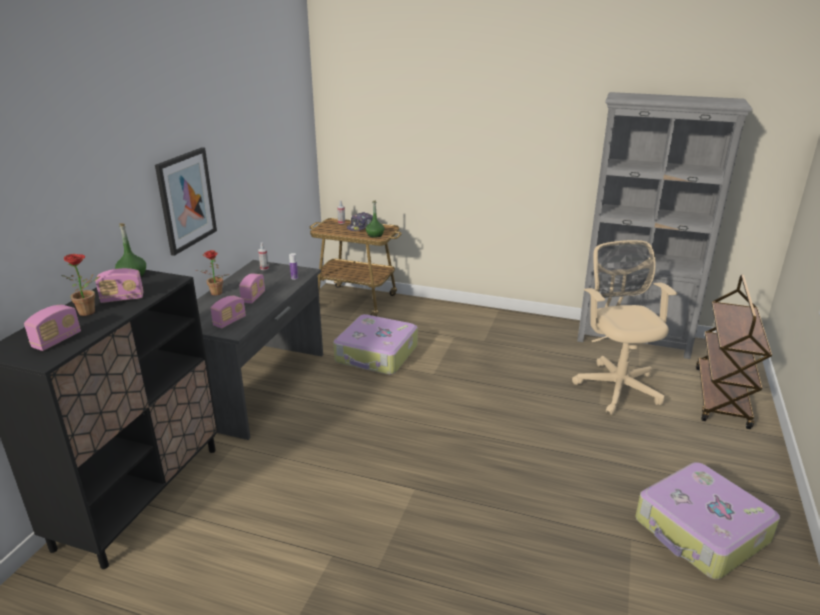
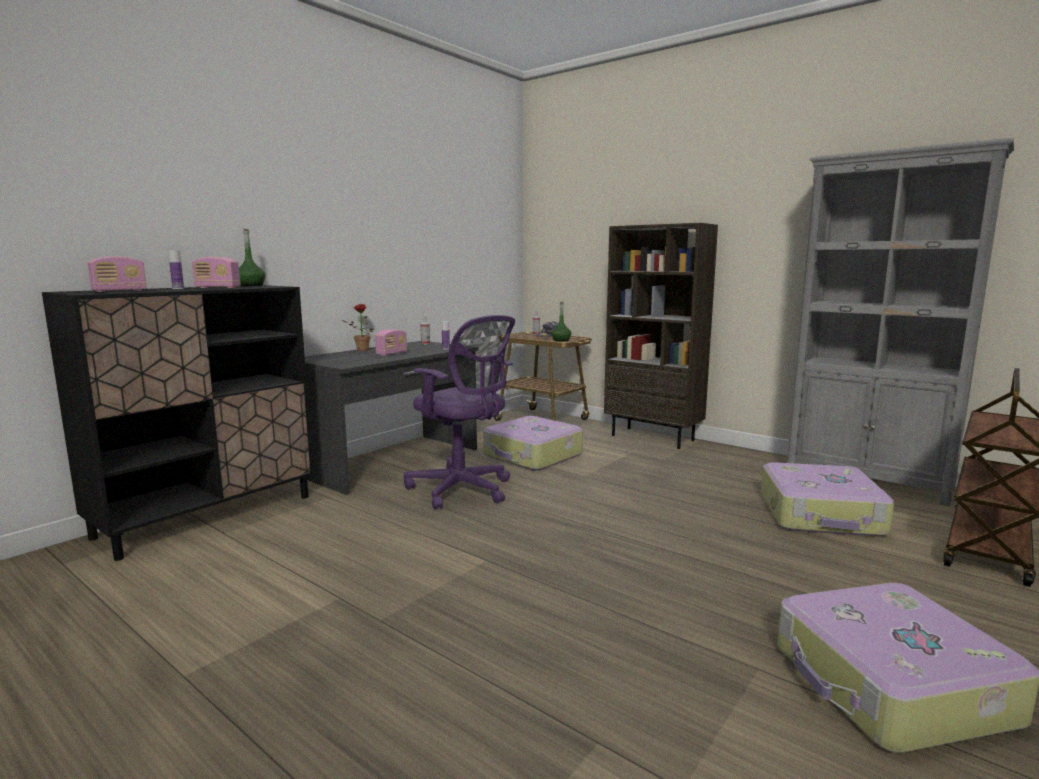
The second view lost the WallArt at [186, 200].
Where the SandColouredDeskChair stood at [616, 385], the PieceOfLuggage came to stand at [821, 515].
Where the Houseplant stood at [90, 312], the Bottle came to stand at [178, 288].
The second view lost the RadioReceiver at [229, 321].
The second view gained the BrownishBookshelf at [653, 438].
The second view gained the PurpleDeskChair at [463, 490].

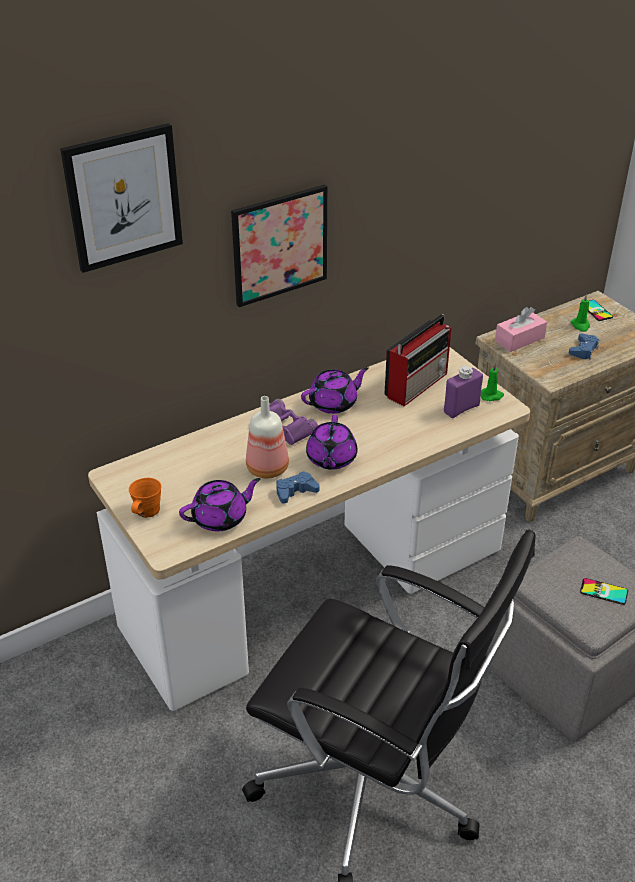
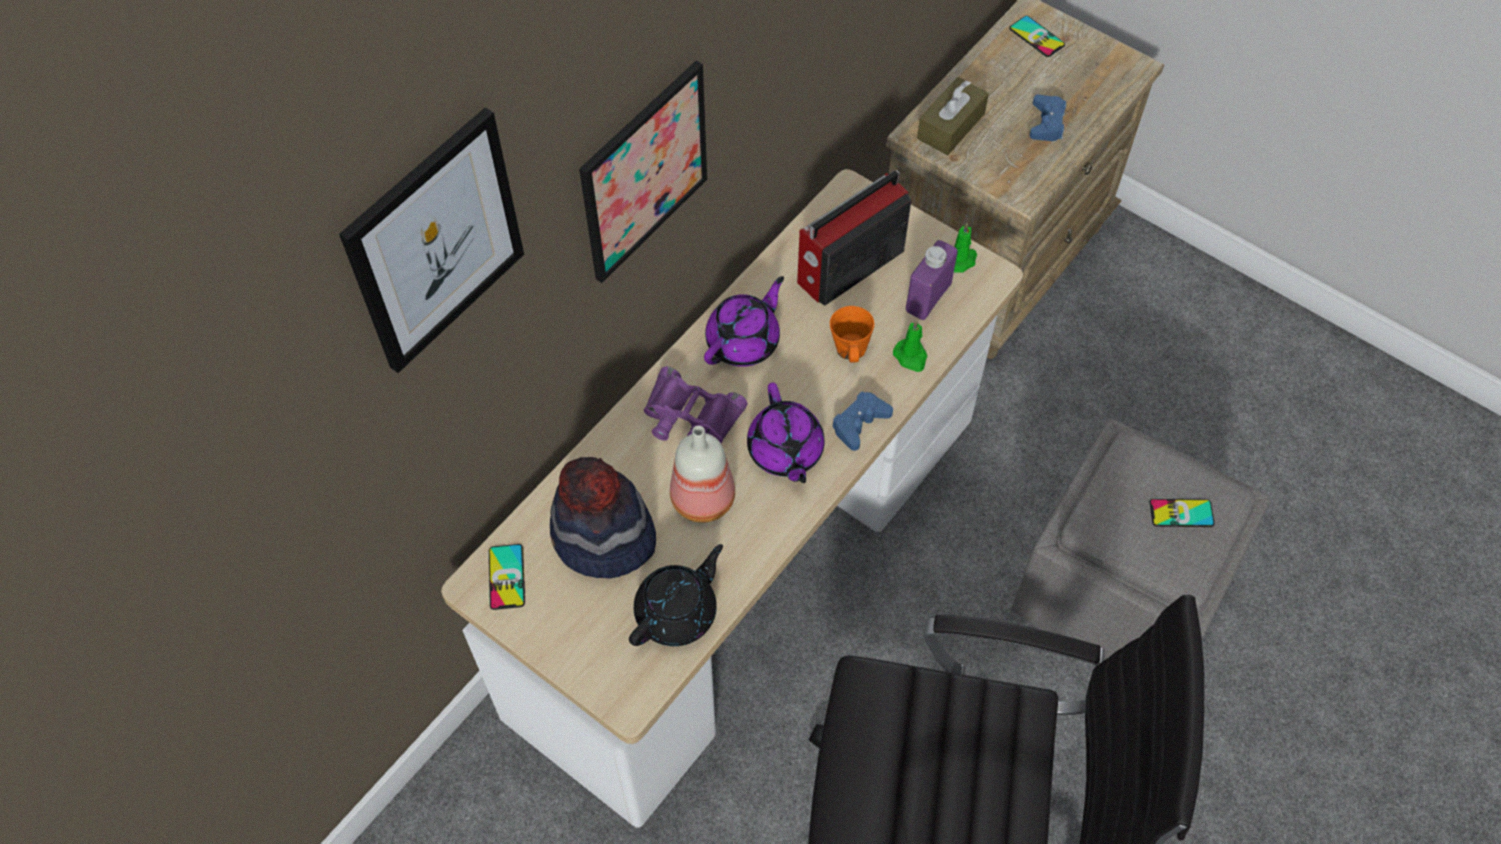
The GreenWaxLight ended up elsewhere, having gone from [580, 325] to [911, 357].
What was the PinkishBoxOfTissues at [519, 339] turned into the BrownishBoxOfTissues at [951, 126].
The RadioReceiver at [417, 384] ended up facing another way, 150 degrees counterclockwise from before.
The BluishGameController ended up elsewhere, having gone from [295, 491] to [859, 423].
The OrangeColouredCoffeeMug ended up elsewhere, having gone from [147, 511] to [850, 350].
What was the PurplePotForTea at [221, 518] turned into the BlackishPotForTea at [678, 612].
The second view gained the ClothingHat at [603, 538].
The second view gained the Phone at [506, 577].

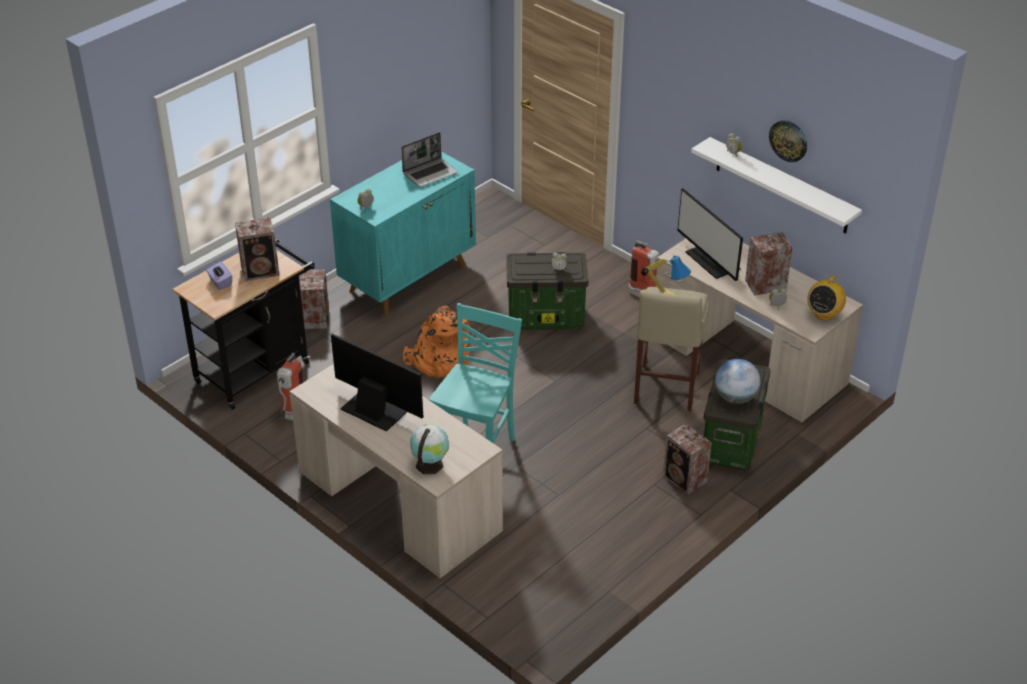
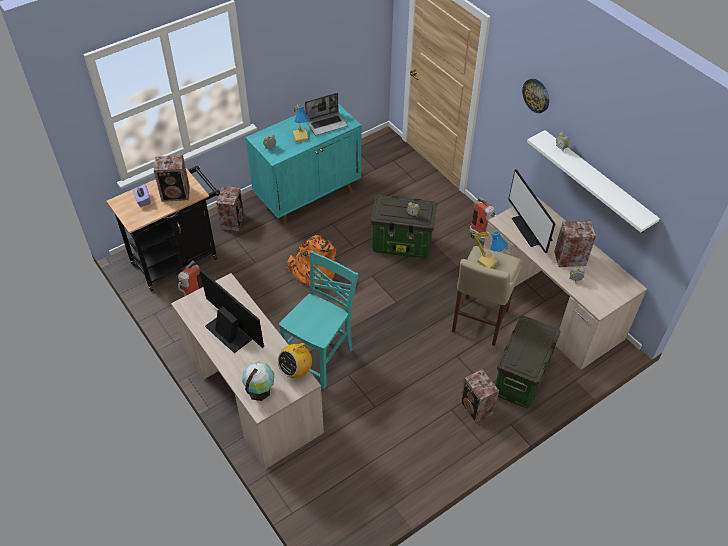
The HangingClock ended up elsewhere, having gone from [788, 140] to [536, 95].
The RadioReceiver ended up elsewhere, having gone from [824, 314] to [296, 370].
The second view lost the Globe at [735, 398].
The second view gained the LampForATable at [301, 137].

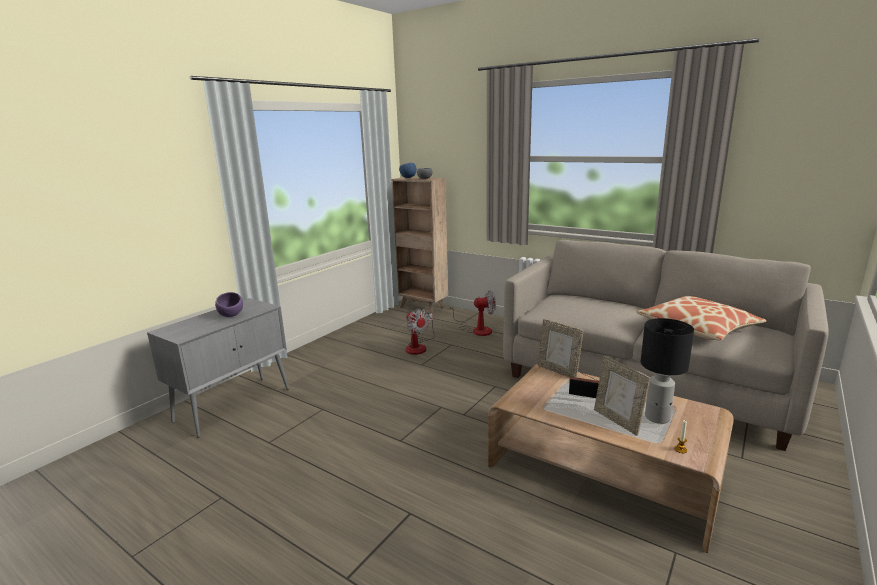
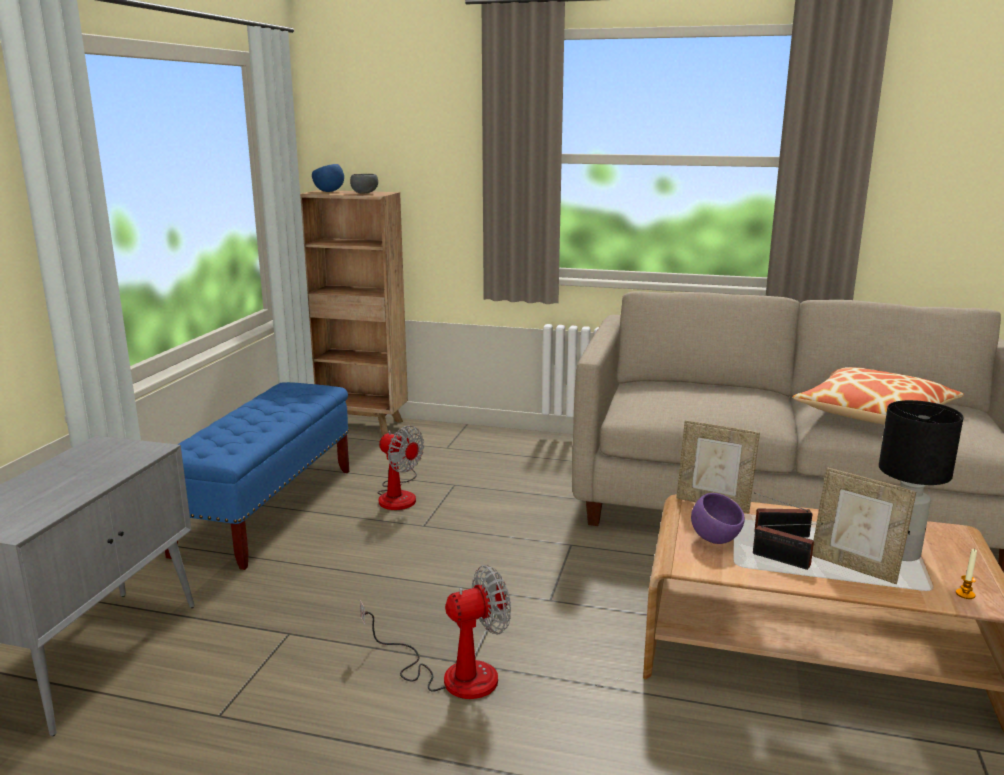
The Fan ended up elsewhere, having gone from [476, 330] to [452, 674].
The PurpleServingBowl ended up elsewhere, having gone from [231, 315] to [715, 539].
The second view gained the BluishBench at [267, 511].
The second view gained the RadioReceiver at [784, 561].

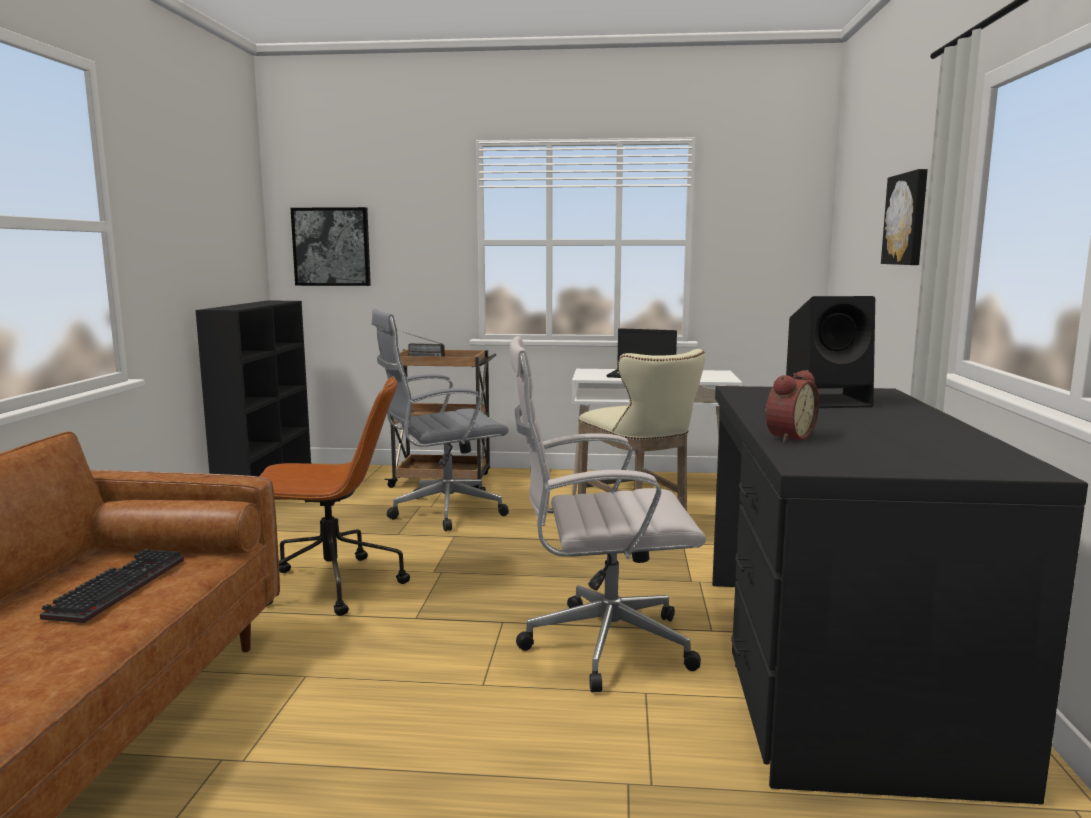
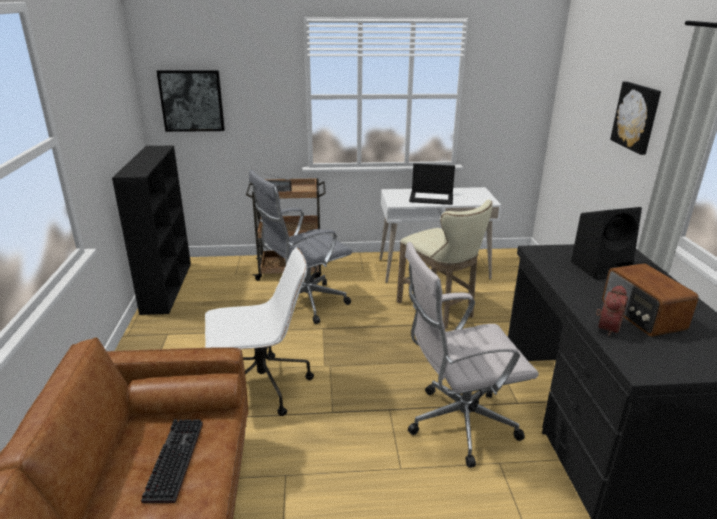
What was the BrownishDeskChair at [329, 586] turned into the WhiteColouredDeskChair at [261, 387].
The second view gained the RadioReceiver at [642, 315].

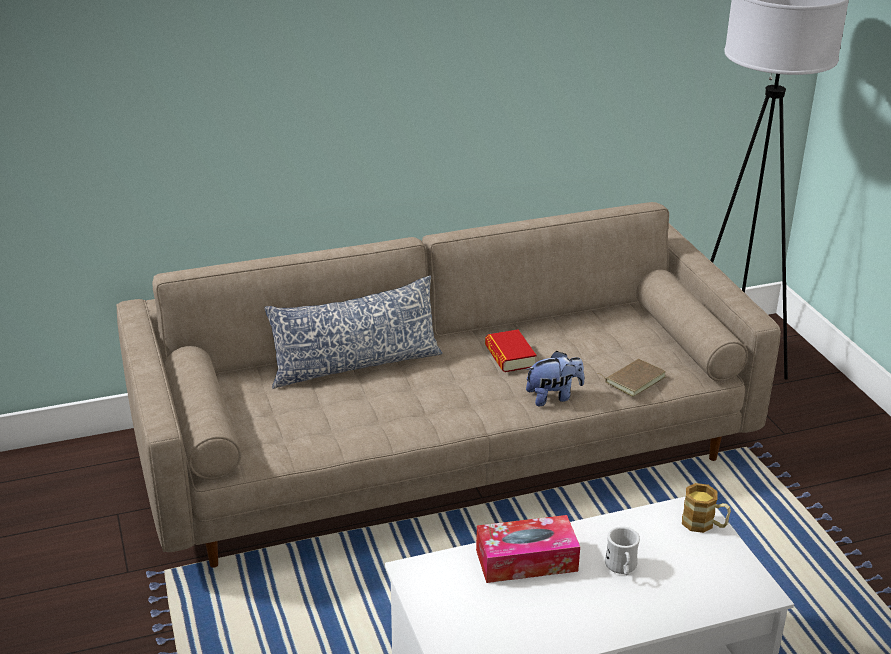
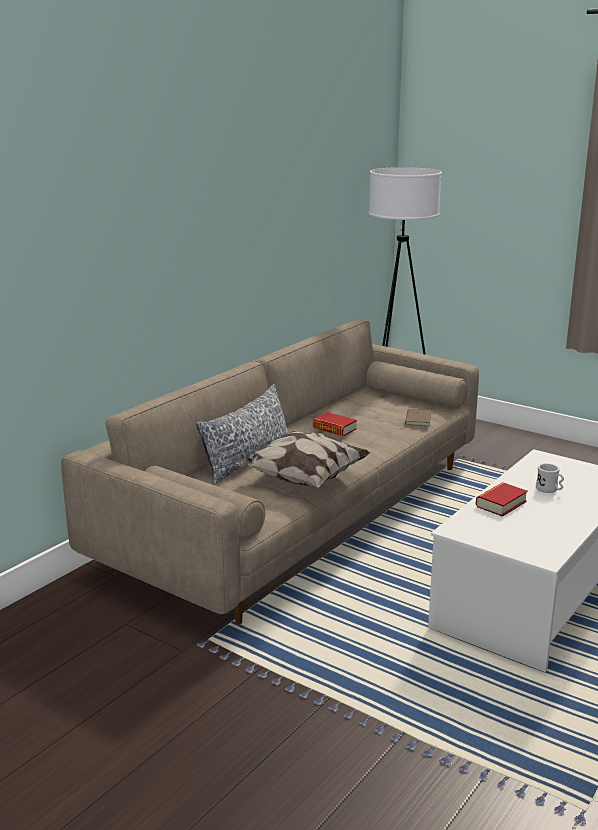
The second view lost the CuddlyToy at [553, 397].
The second view lost the CoffeeMug at [704, 524].
Where the BoxOfTissues stood at [526, 560], the Volume came to stand at [501, 504].
The second view gained the ThrowPillow at [301, 480].

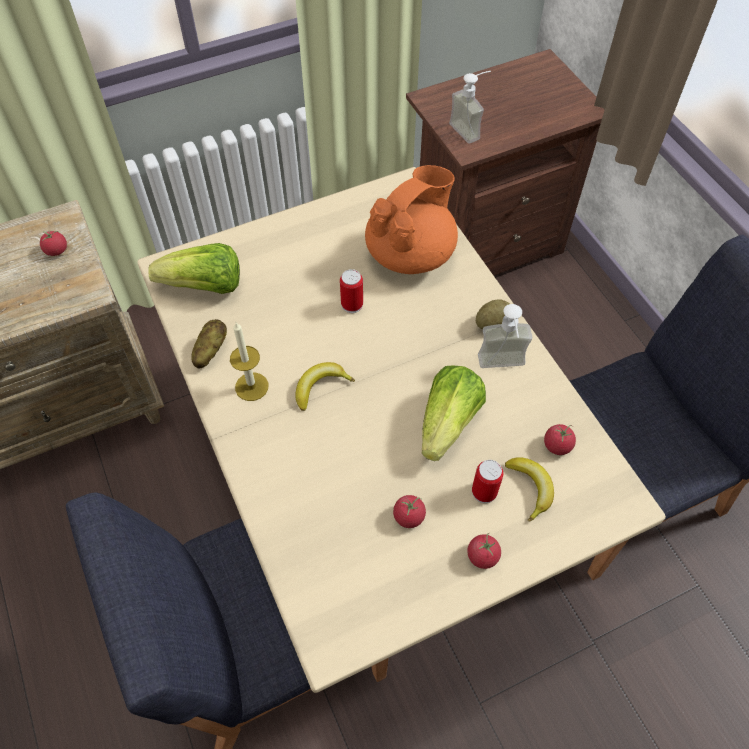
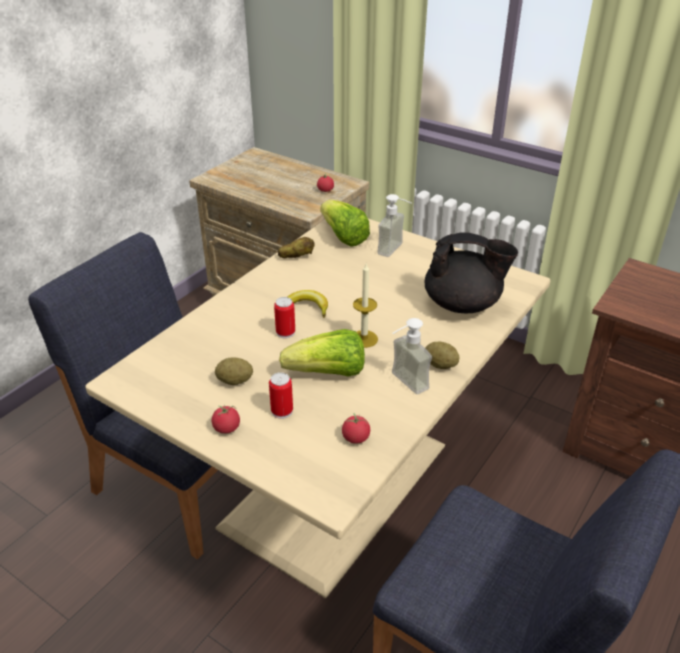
The SoapBottle ended up elsewhere, having gone from [470, 129] to [396, 250].
What was the OrangeColouredPotForTea at [411, 253] turned into the BlackishPotForTea at [463, 304].
The MetalCan ended up elsewhere, having gone from [352, 304] to [285, 332].
The WaxLight ended up elsewhere, having gone from [251, 386] to [364, 339].
The second view lost the Banana at [530, 488].
Where the WholeTomato stood at [409, 516], the Spud came to stand at [235, 381].

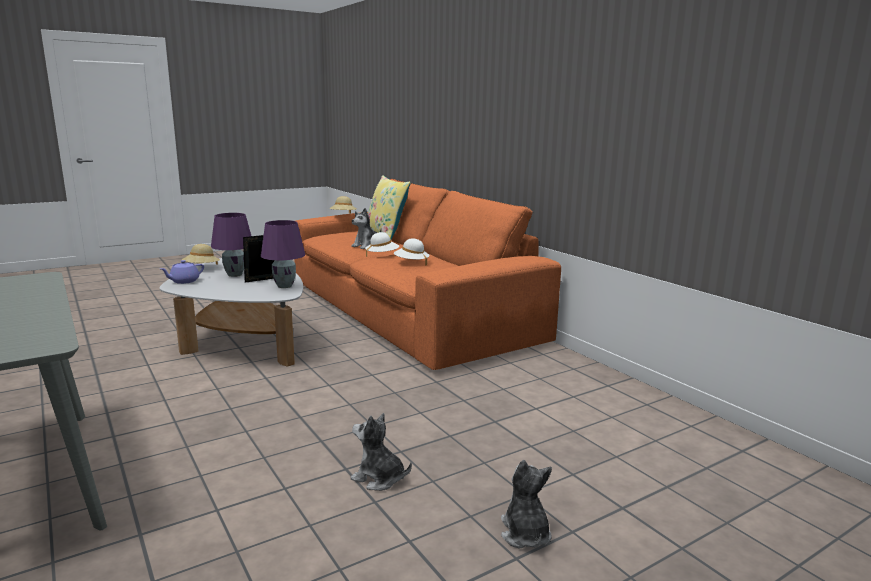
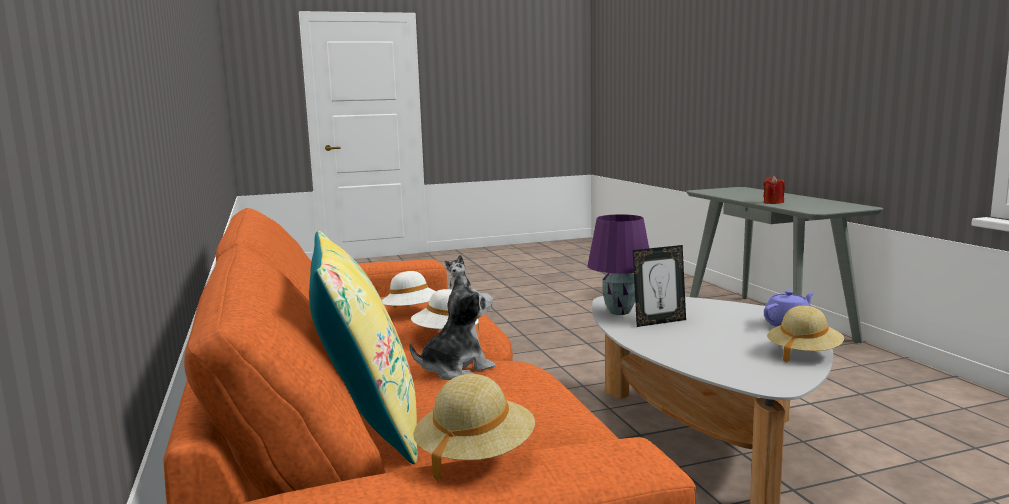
The second view lost the PurpleLampForATable at [235, 275].
The second view lost the CuddlyToy at [379, 478].
The second view gained the ReddishWaxLight at [773, 202].

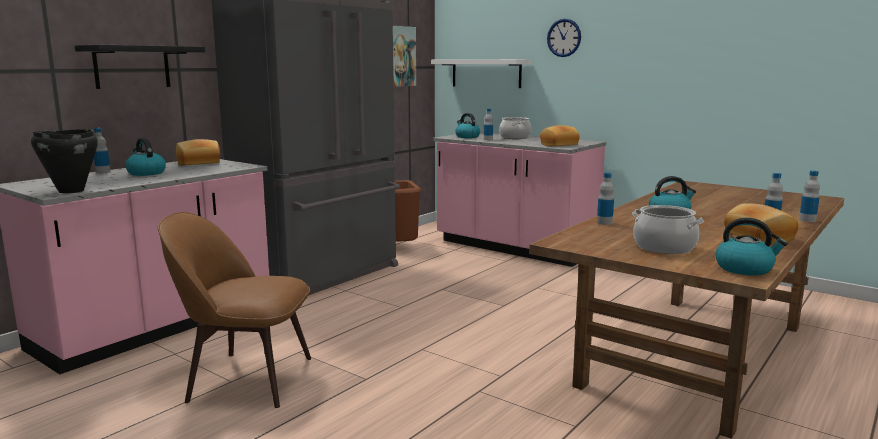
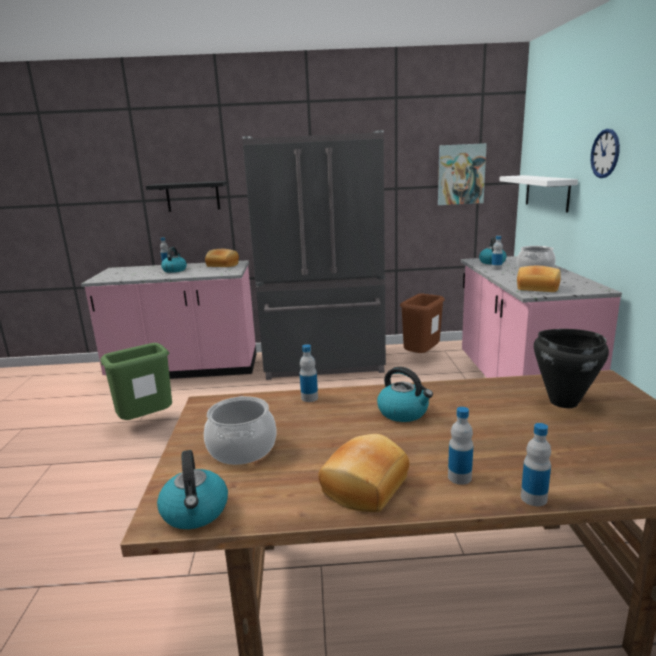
The BlackishCookingPot ended up elsewhere, having gone from [70, 191] to [563, 402].
Where the BrownishUprightChair stood at [246, 378], the GreenWasteBin came to stand at [147, 422].

